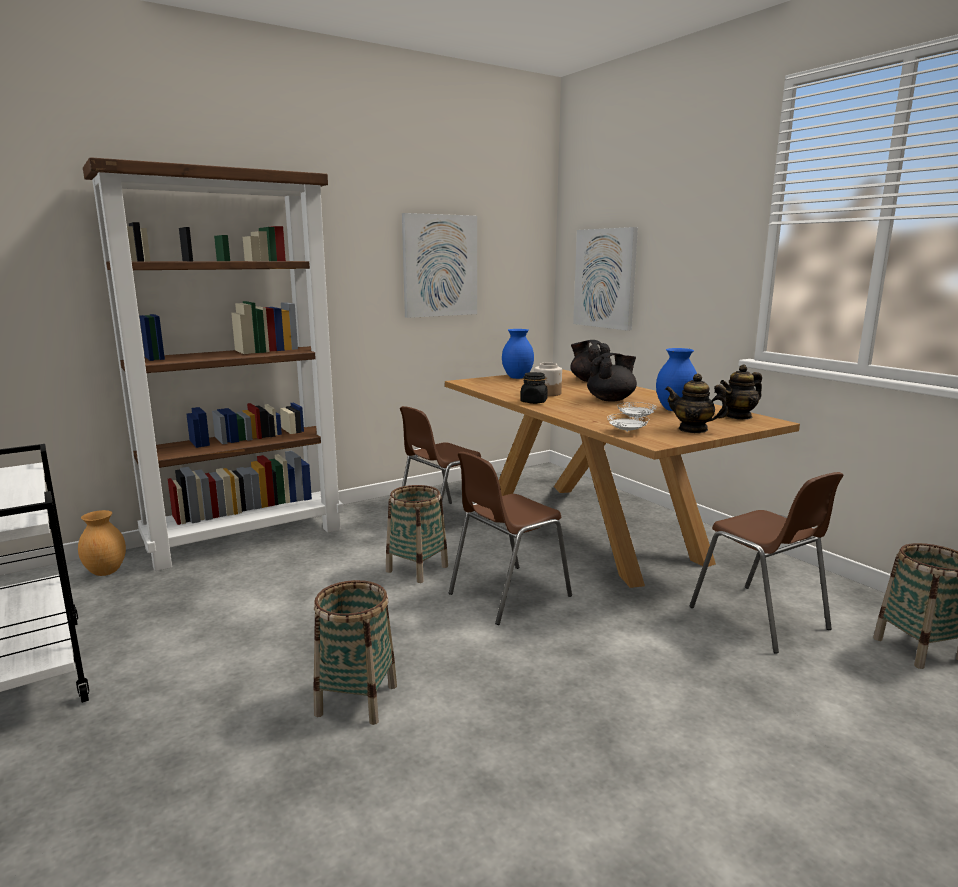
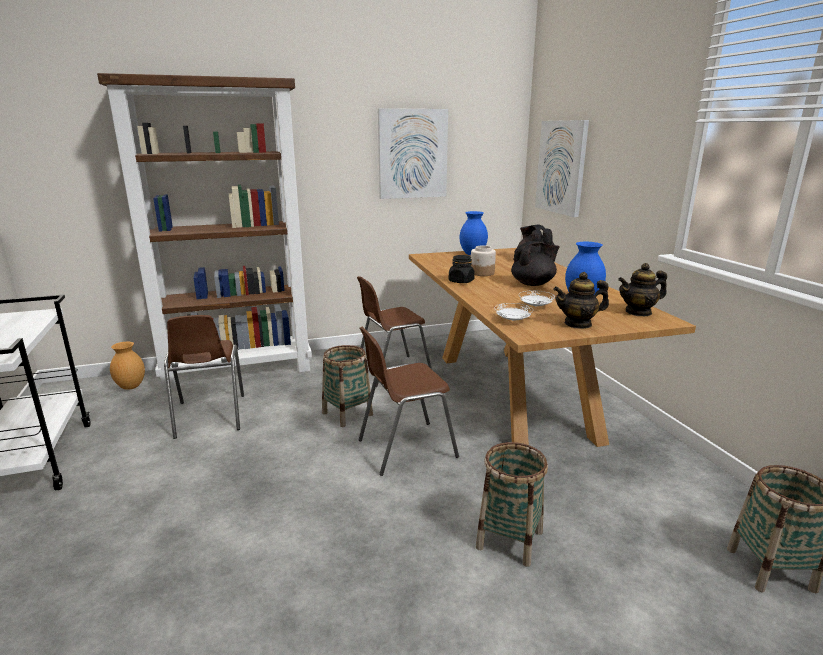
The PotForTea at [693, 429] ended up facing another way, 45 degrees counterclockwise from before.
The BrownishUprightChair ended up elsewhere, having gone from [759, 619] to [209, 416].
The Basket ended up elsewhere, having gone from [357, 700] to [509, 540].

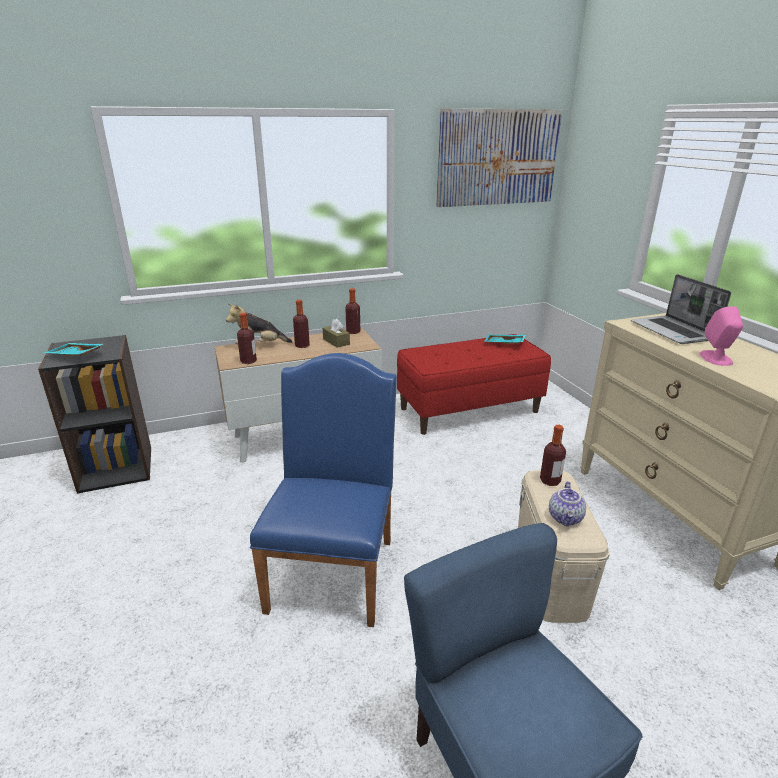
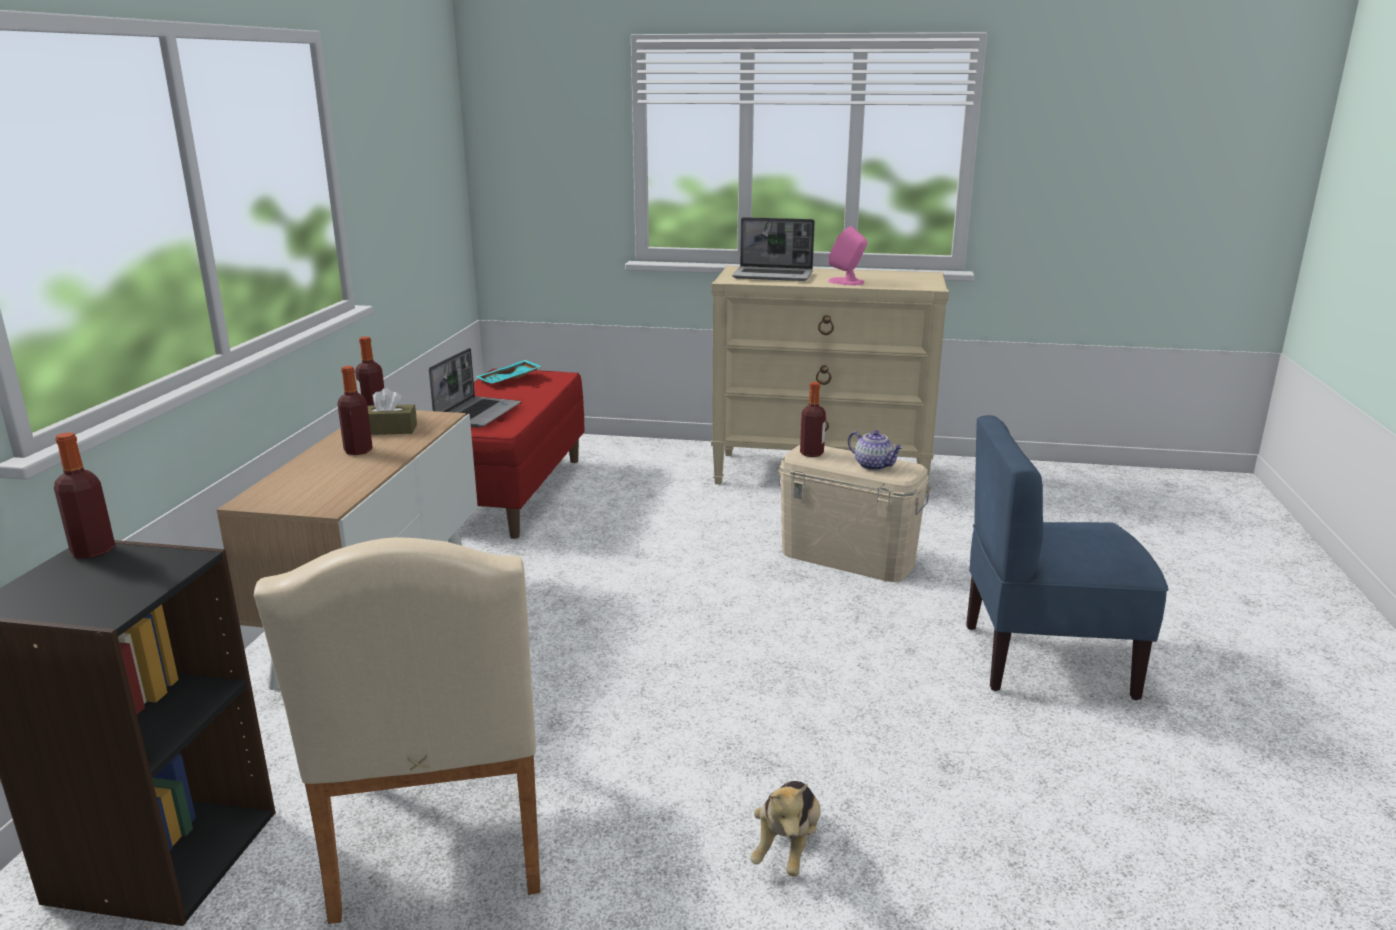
The second view lost the WallArt at [497, 158].
The CuddlyToy ended up elsewhere, having gone from [259, 345] to [787, 847].
The Bottle ended up elsewhere, having gone from [248, 361] to [93, 551].
The second view lost the TurquoiseServingTray at [74, 356].
The second view lost the BluishUprightChair at [334, 567].
The second view gained the NotebookComputer at [477, 413].
The second view gained the SandColouredUprightChair at [438, 844].

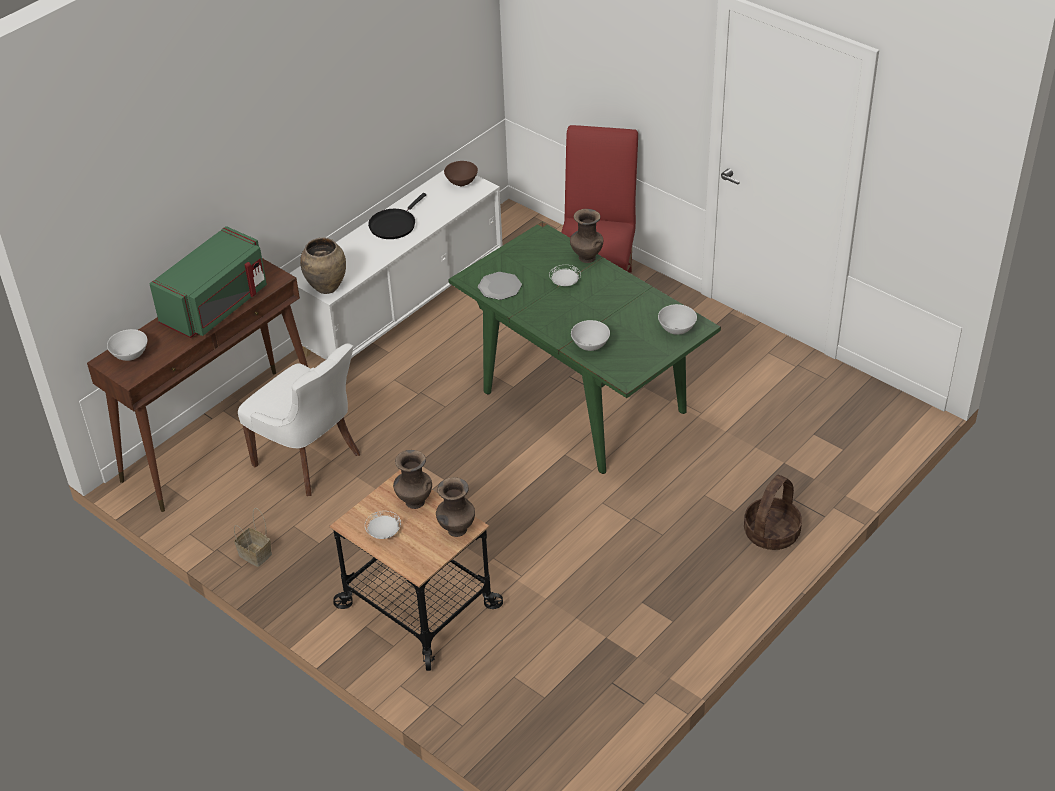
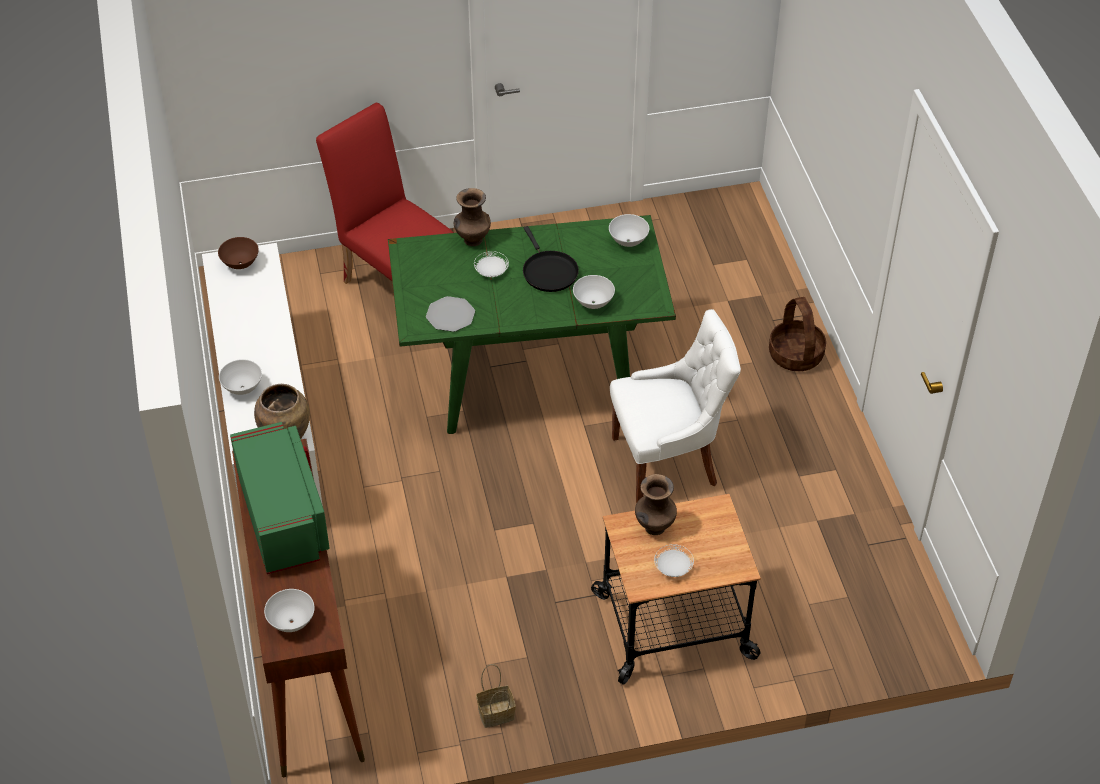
The BlackishPan ended up elsewhere, having gone from [394, 225] to [548, 271].
The WhiteColouredUprightChair ended up elsewhere, having gone from [310, 460] to [667, 462].
The second view lost the BrownishVase at [456, 530].
The second view gained the WhiteColouredServingBowl at [242, 388].

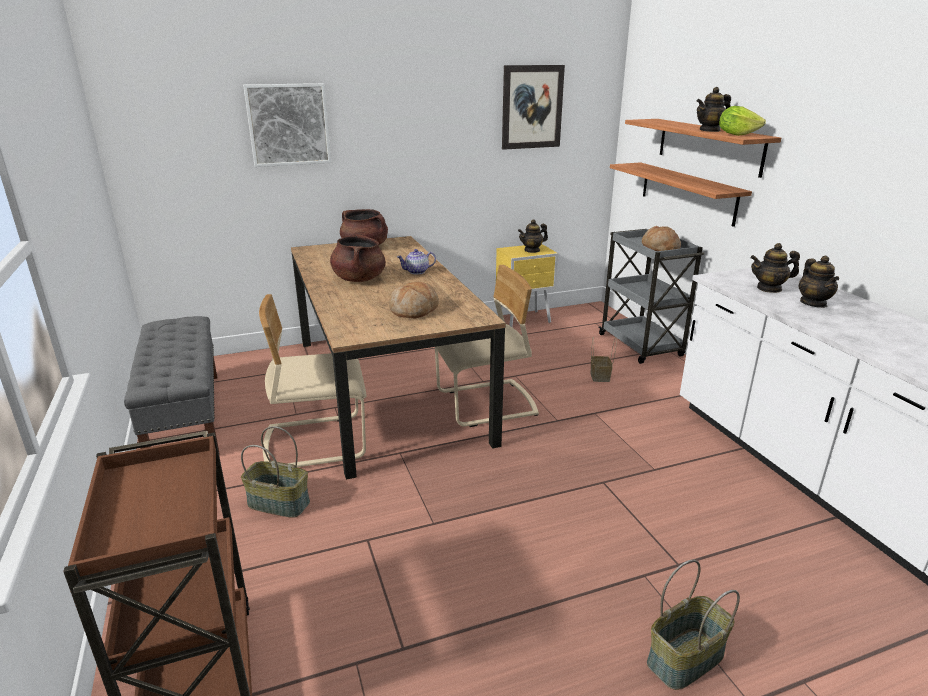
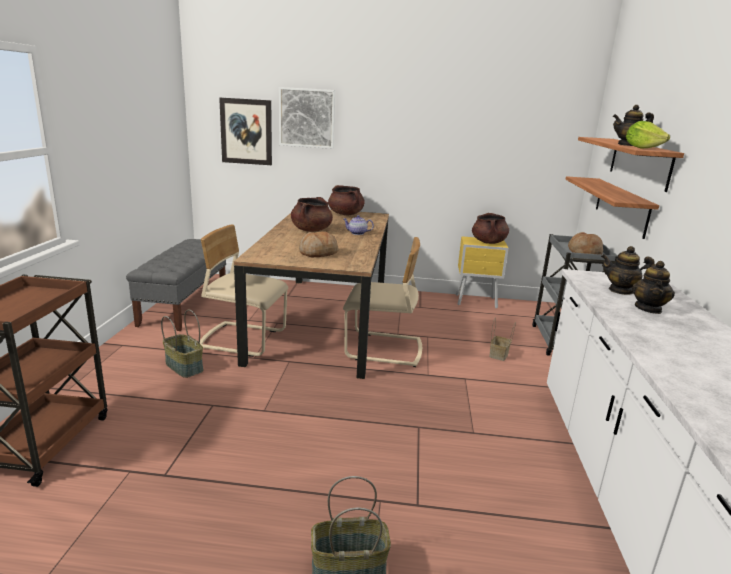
The WallArt ended up elsewhere, having gone from [532, 107] to [246, 131].
Where the PotForTea stood at [532, 250], the BrownishCookingPot came to stand at [488, 242].

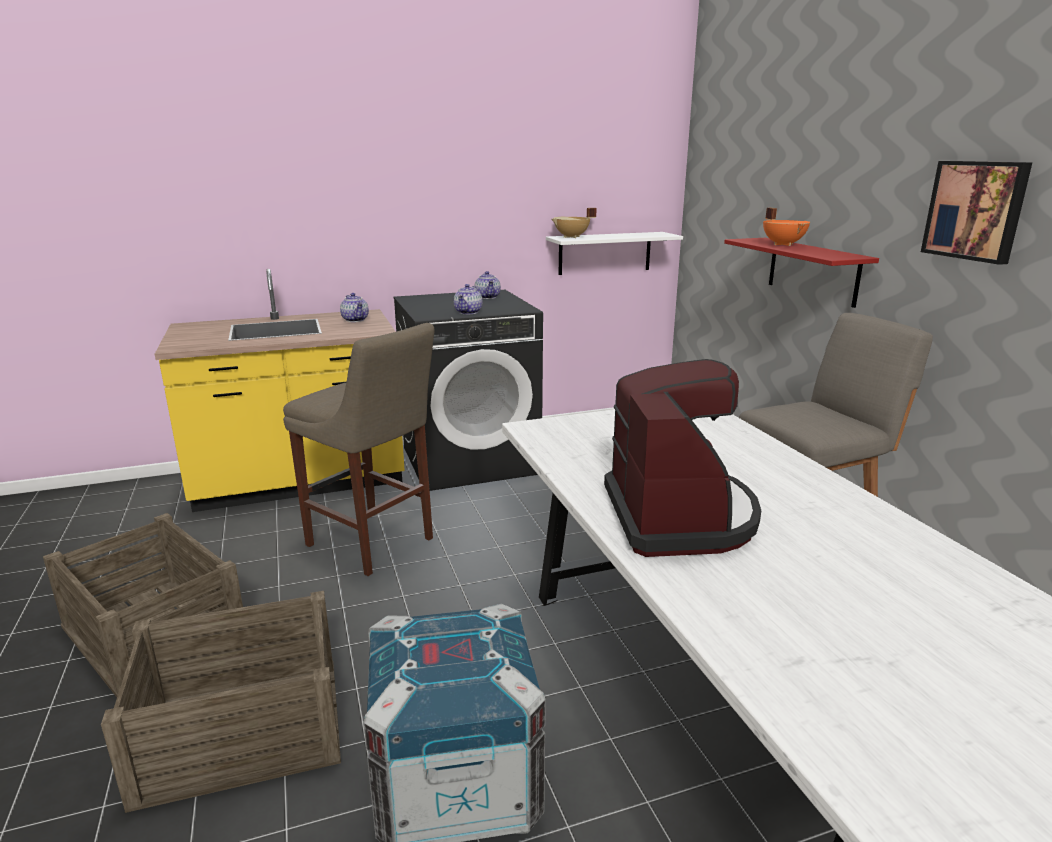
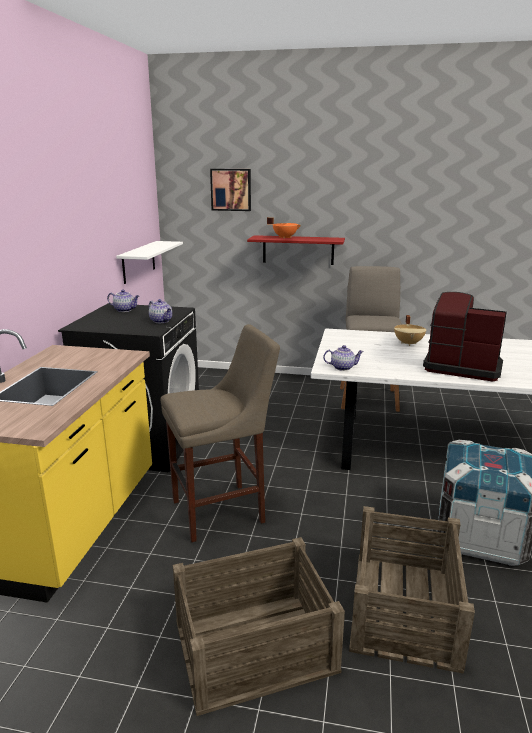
The WallArt ended up elsewhere, having gone from [976, 210] to [231, 189].
The SandColouredCookingPot ended up elsewhere, having gone from [572, 237] to [409, 343].
The PotForTea ended up elsewhere, having gone from [356, 320] to [342, 367].

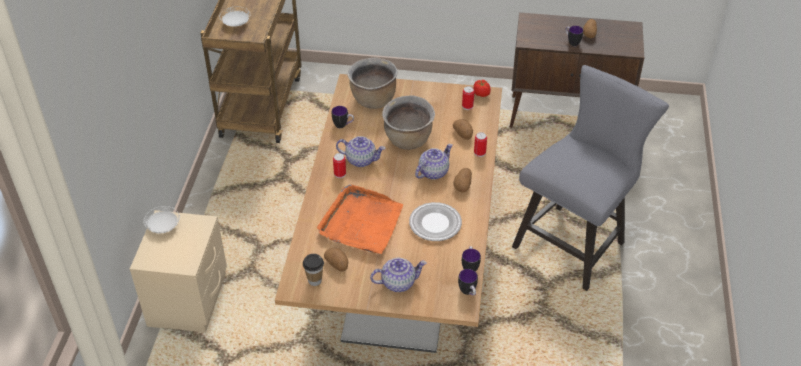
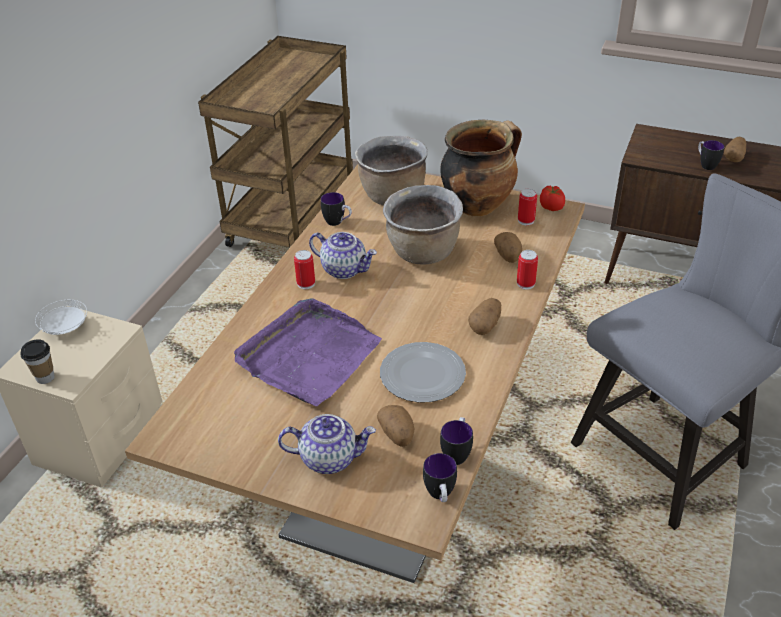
The second view lost the WhiteColouredDinnerPlate at [236, 23].
The second view lost the PotForTea at [433, 172].
What was the OrangeColouredServingTray at [361, 223] turned into the PurpleServingTray at [308, 356].
The Spud ended up elsewhere, having gone from [337, 265] to [397, 435].
The DrinkingCup ended up elsewhere, having gone from [314, 280] to [45, 377].
The second view gained the CookingPot at [478, 205].

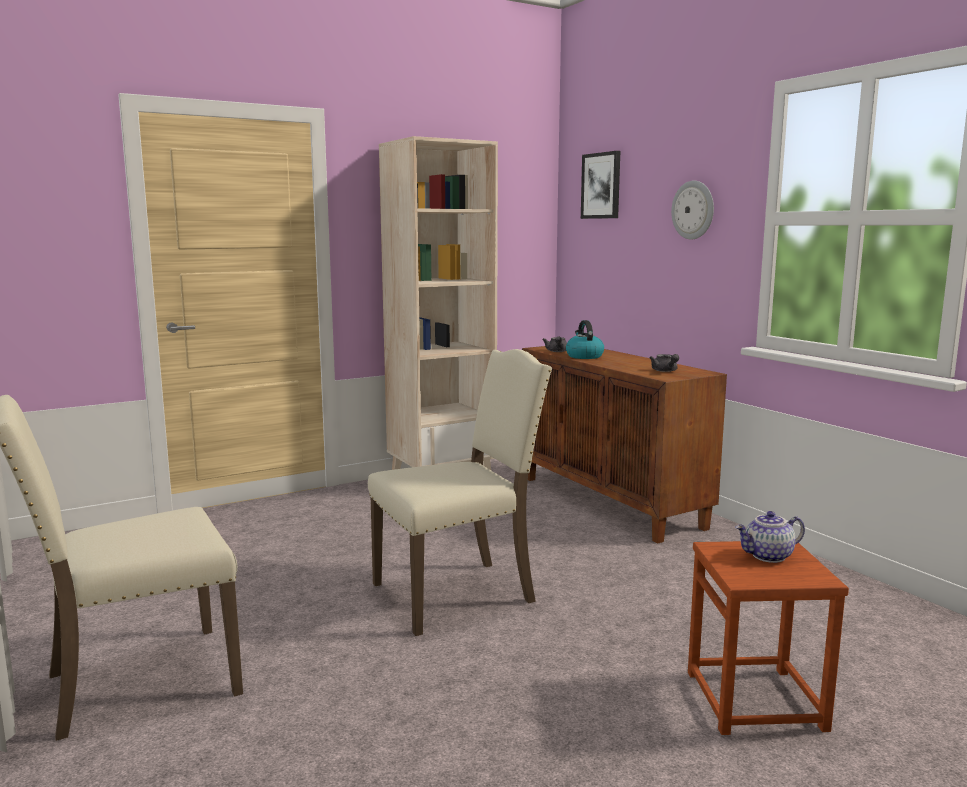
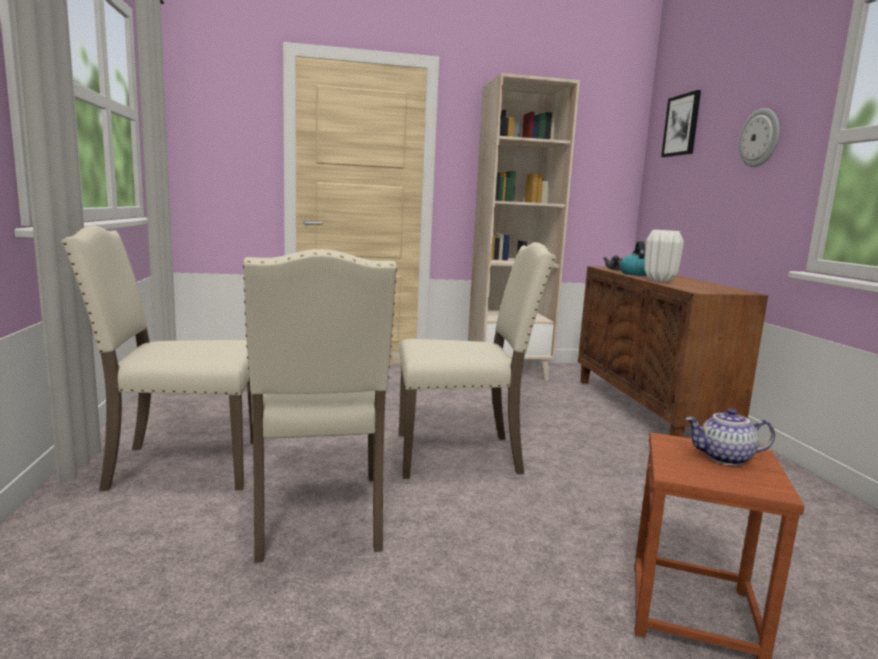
The second view lost the GreyPotForTea at [665, 371].
The second view gained the WhiteColouredVase at [660, 280].
The second view gained the SandColouredUprightChair at [318, 517].

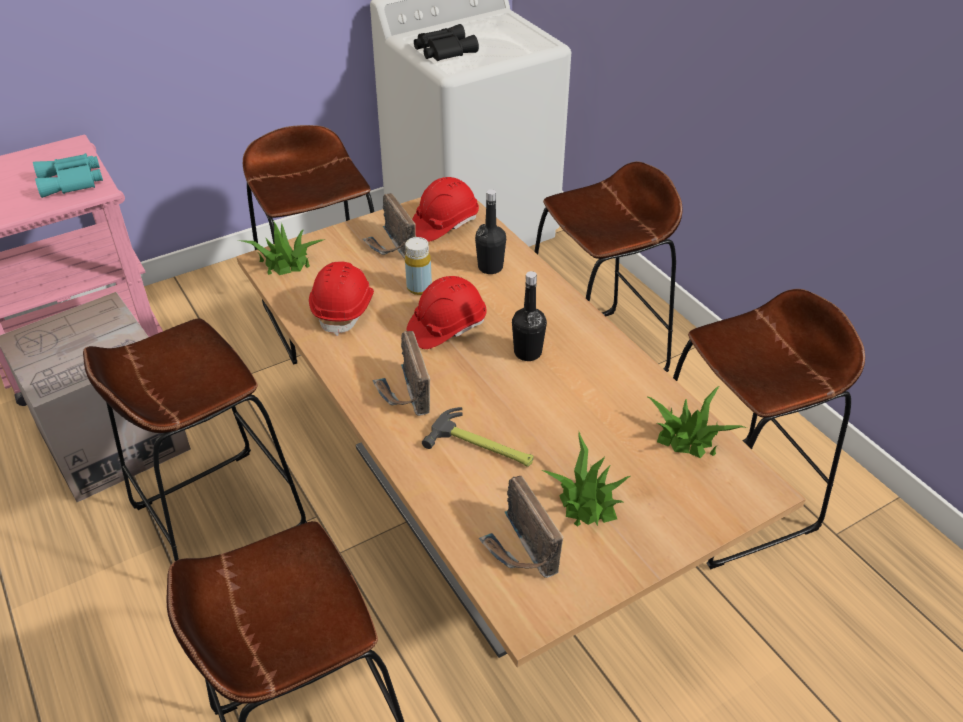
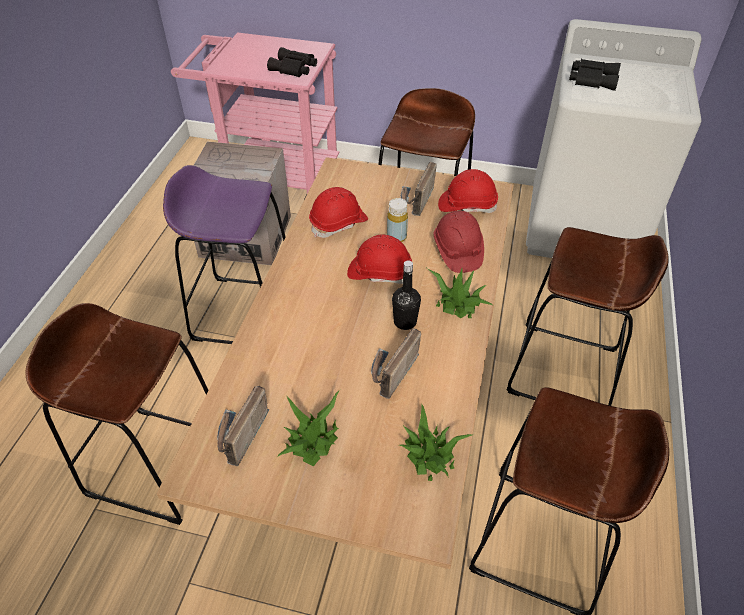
What was the TurquoiseBinoculars at [72, 182] turned into the BlackishBinoculars at [294, 69].
Where the BlackishBottle stood at [490, 267], the ReddishHardHat came to stand at [457, 251].
The Houseplant ended up elsewhere, having gone from [285, 261] to [457, 302].
What was the BrownishSittingStool at [218, 517] turned into the PurpleSittingStool at [245, 312].
The RadioReceiver ended up elsewhere, having gone from [405, 394] to [390, 373].
The second view lost the Hammer at [482, 446].

